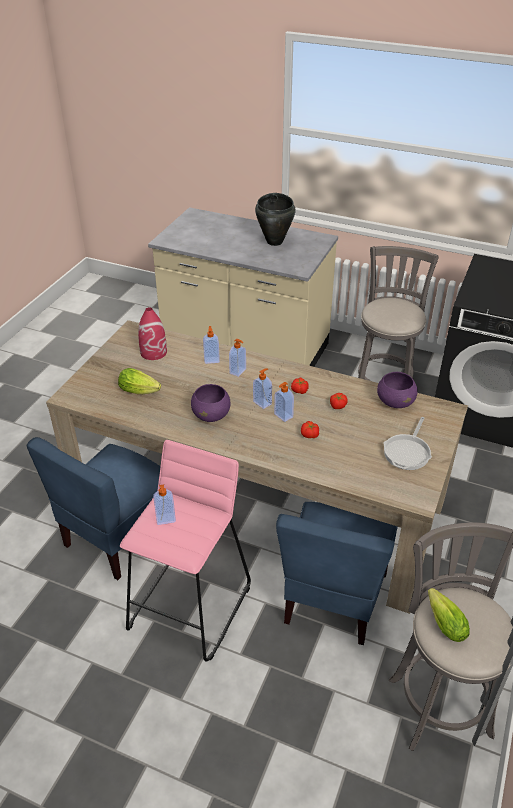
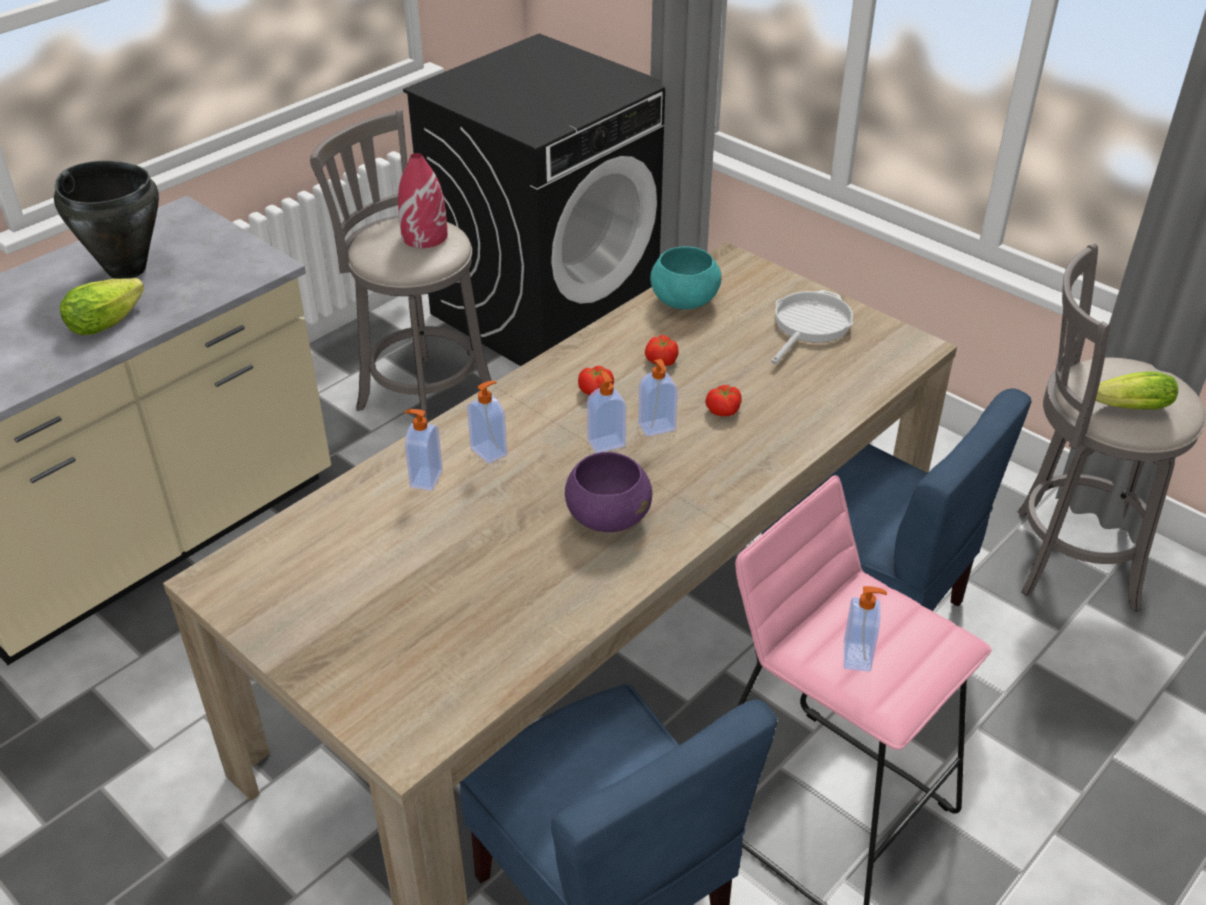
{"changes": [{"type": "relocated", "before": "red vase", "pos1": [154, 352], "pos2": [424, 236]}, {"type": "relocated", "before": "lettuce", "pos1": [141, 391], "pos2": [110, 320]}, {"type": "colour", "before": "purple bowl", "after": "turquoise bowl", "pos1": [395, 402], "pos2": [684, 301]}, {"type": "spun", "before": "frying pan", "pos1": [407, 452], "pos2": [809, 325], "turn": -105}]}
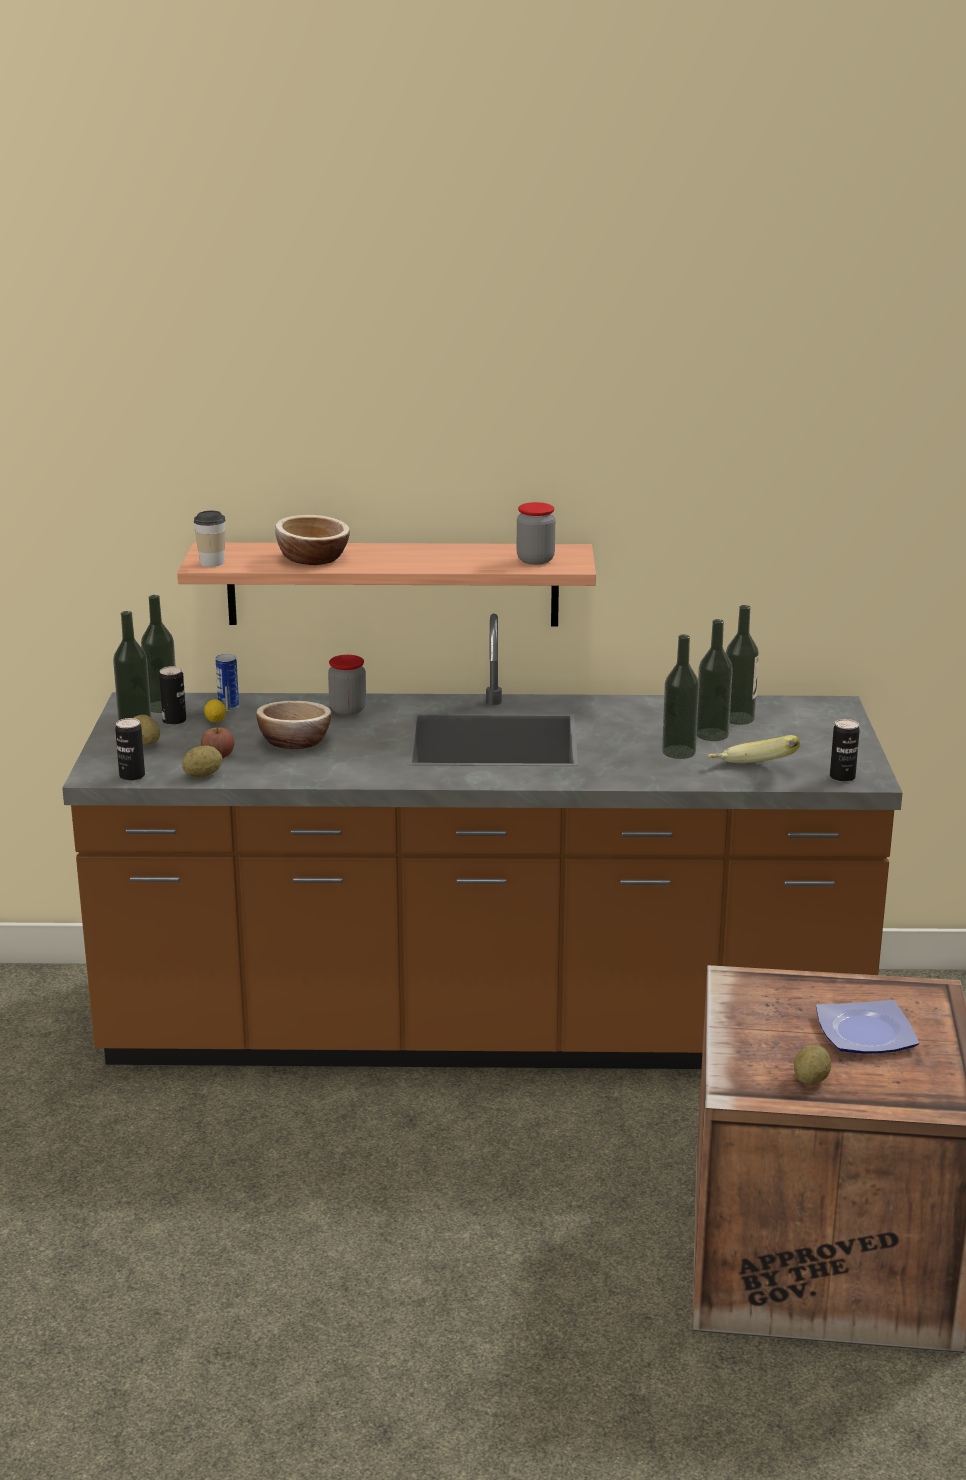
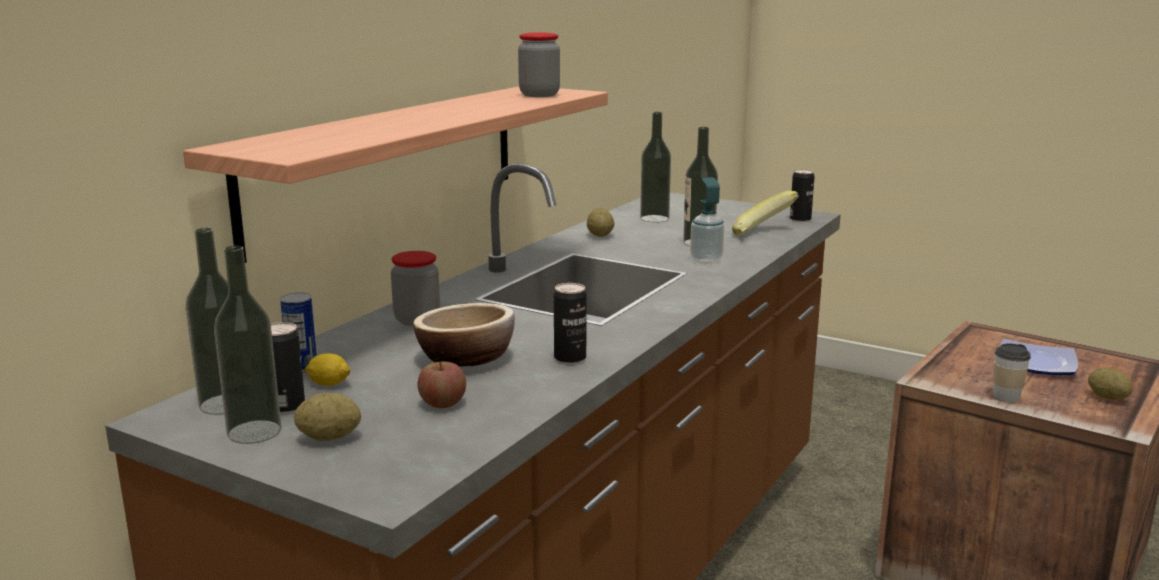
{"changes": [{"type": "relocated", "before": "cup", "pos1": [212, 563], "pos2": [1006, 397]}, {"type": "missing", "before": "bowl", "pos1": [313, 559]}, {"type": "missing", "before": "bottle", "pos1": [712, 734]}, {"type": "relocated", "before": "can", "pos1": [132, 776], "pos2": [570, 358]}, {"type": "relocated", "before": "potato", "pos1": [203, 775], "pos2": [600, 235]}, {"type": "appeared", "after": "soap dispenser", "pos2": [706, 260]}]}
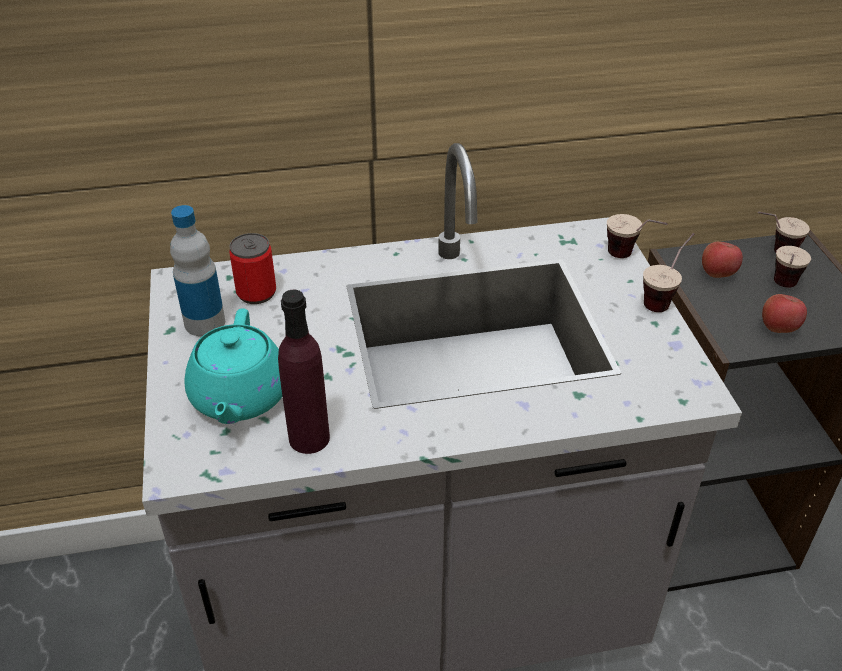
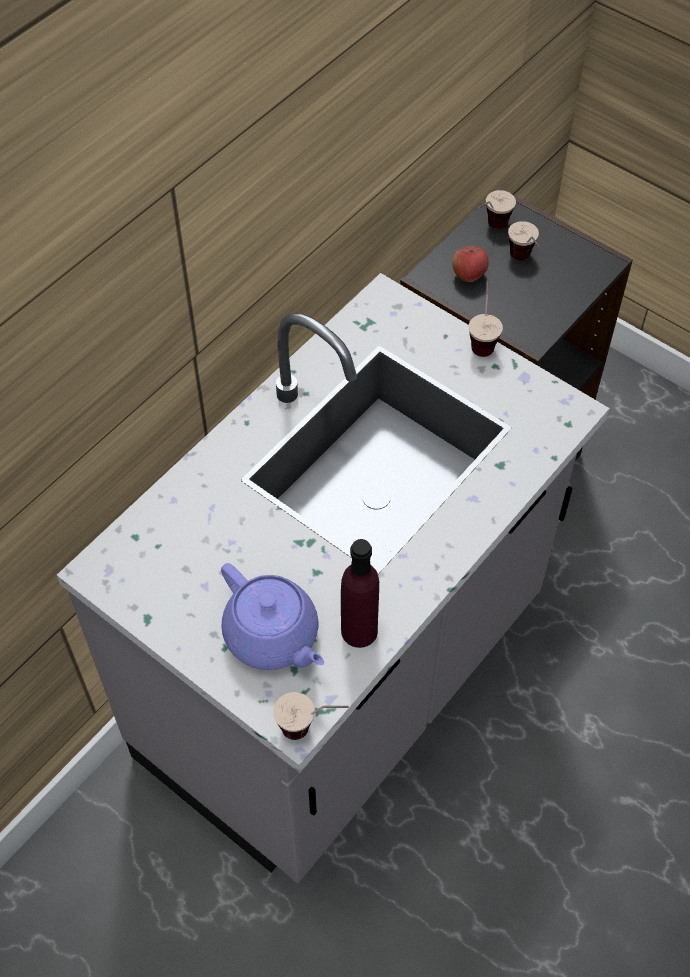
{"changes": [{"type": "missing", "before": "bottle", "pos1": [205, 323]}, {"type": "relocated", "before": "cup", "pos1": [631, 258], "pos2": [311, 729]}, {"type": "missing", "before": "can", "pos1": [256, 293]}, {"type": "missing", "before": "apple", "pos1": [778, 328]}, {"type": "colour", "before": "turquoise teapot", "after": "purple teapot", "pos1": [239, 398], "pos2": [273, 636]}]}
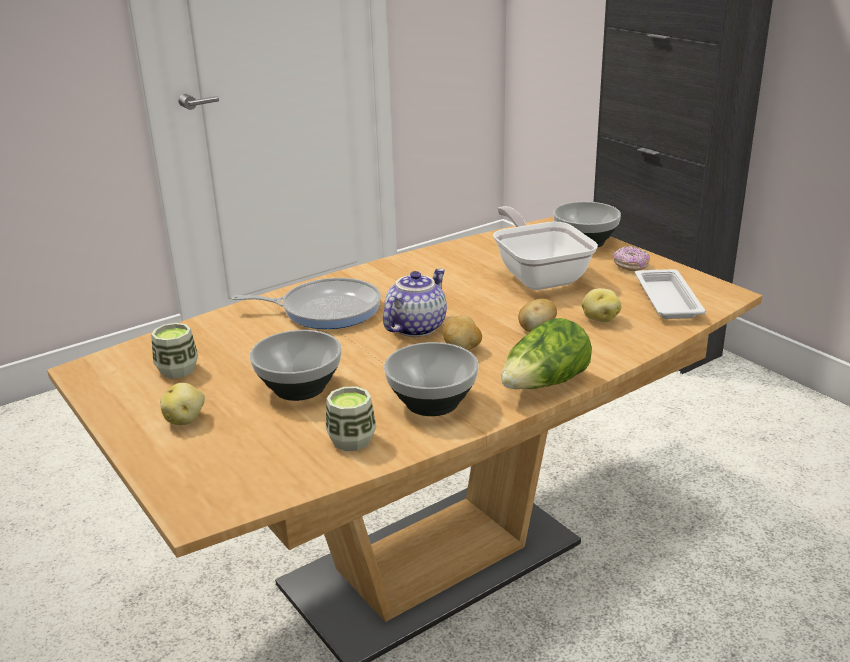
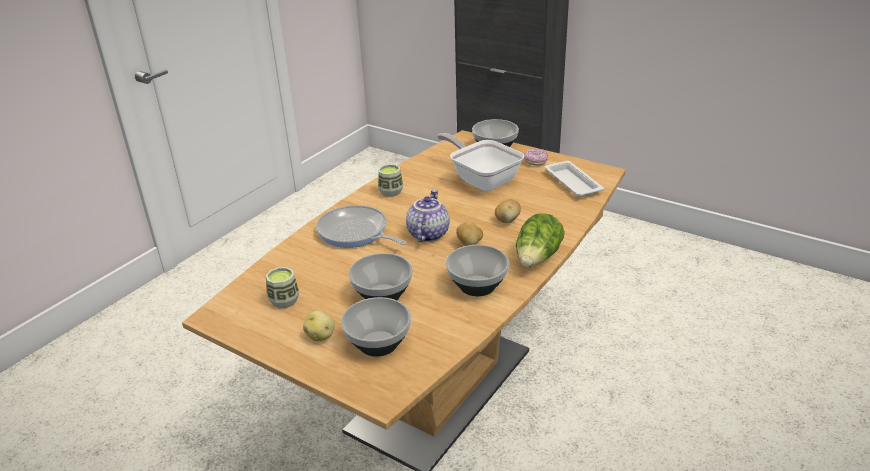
{"changes": [{"type": "spun", "before": "frying pan", "pos1": [325, 310], "pos2": [355, 233], "turn": -120}, {"type": "missing", "before": "potato", "pos1": [600, 319]}, {"type": "relocated", "before": "cup", "pos1": [352, 440], "pos2": [391, 192]}, {"type": "appeared", "after": "bowl", "pos2": [378, 343]}]}
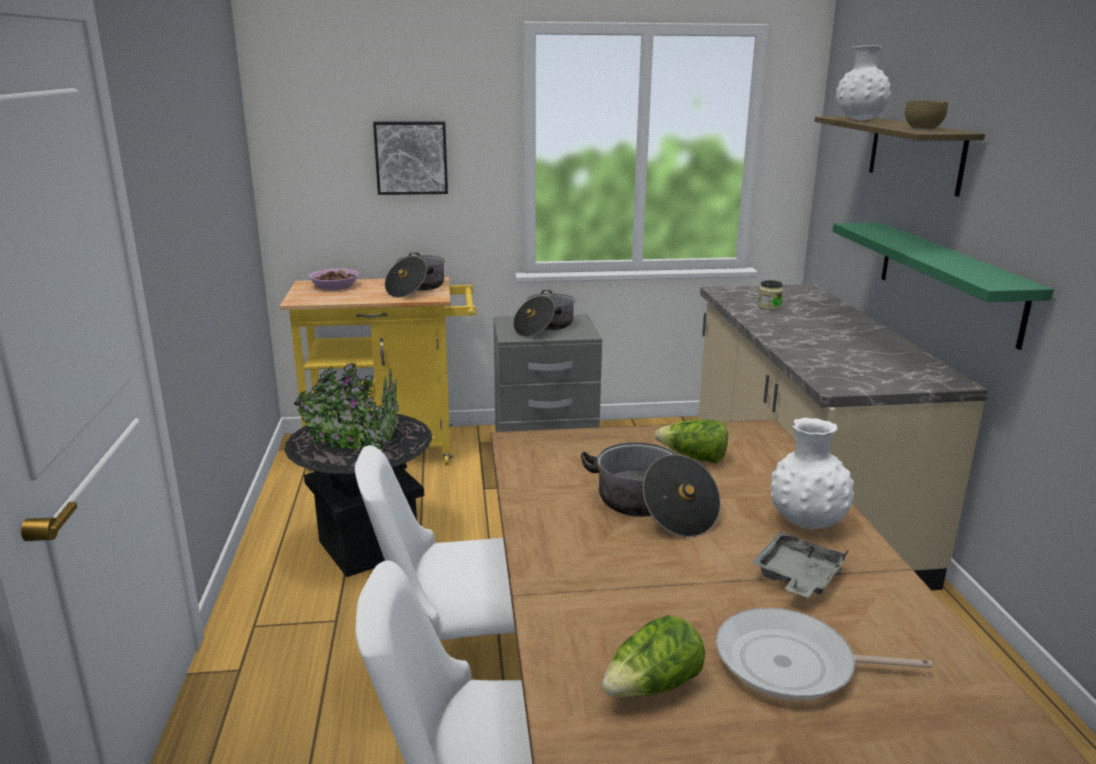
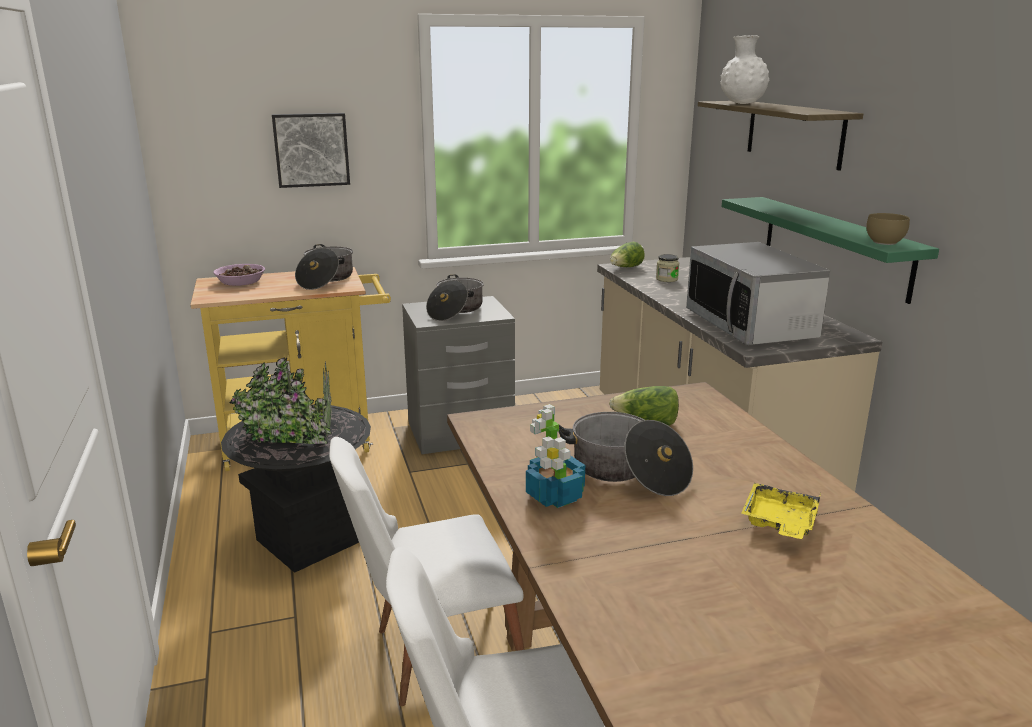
{"changes": [{"type": "relocated", "before": "brown bowl", "pos1": [922, 129], "pos2": [883, 242]}, {"type": "missing", "before": "white vase", "pos1": [806, 524]}, {"type": "colour", "before": "grey tray", "after": "yellow tray", "pos1": [797, 577], "pos2": [779, 522]}, {"type": "missing", "before": "frying pan", "pos1": [792, 665]}, {"type": "relocated", "before": "lettuce", "pos1": [652, 687], "pos2": [625, 268]}, {"type": "appeared", "after": "microwave", "pos2": [750, 326]}, {"type": "appeared", "after": "potted plant", "pos2": [555, 496]}]}
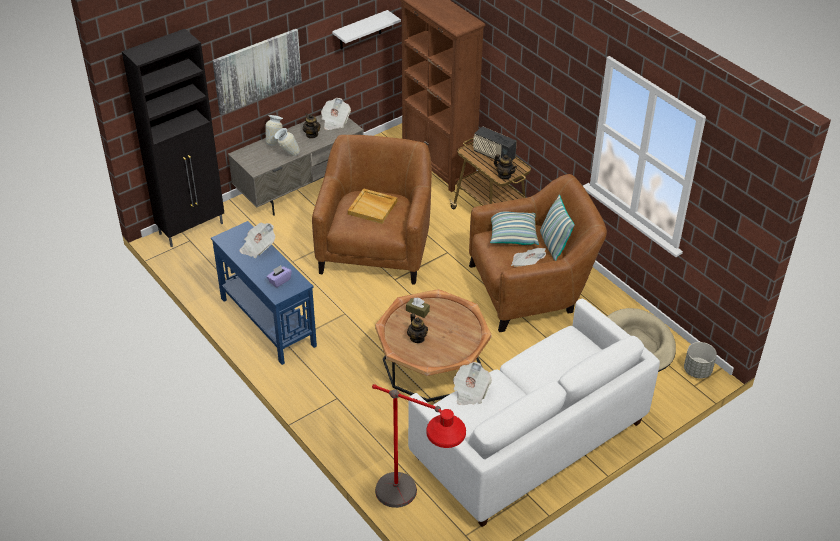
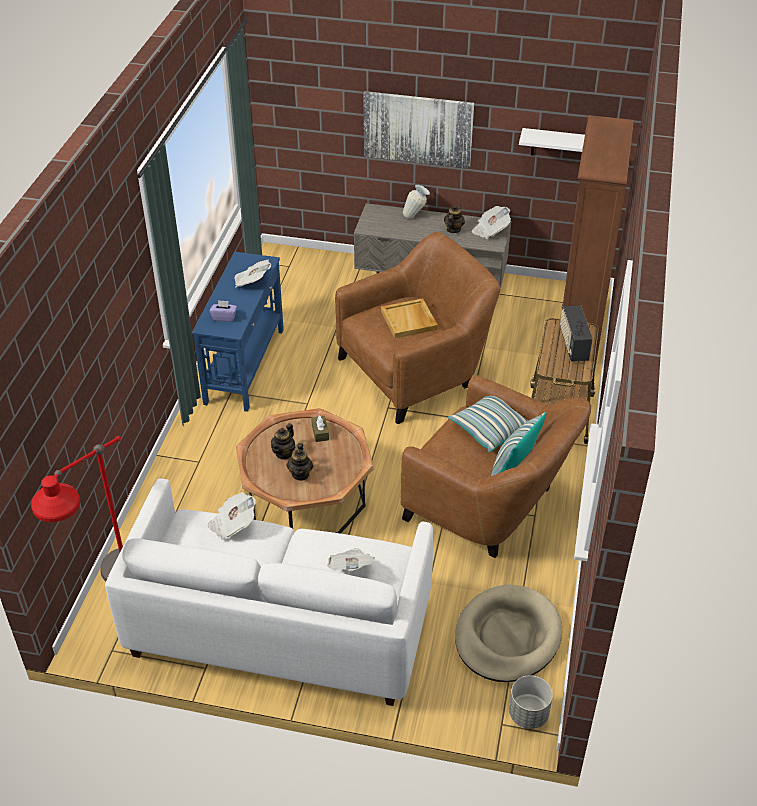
{"changes": [{"type": "missing", "before": "black cabinet", "pos1": [192, 228]}, {"type": "missing", "before": "vase", "pos1": [287, 154]}, {"type": "relocated", "before": "teapot", "pos1": [504, 175], "pos2": [300, 474]}, {"type": "relocated", "before": "newspaper", "pos1": [527, 264], "pos2": [351, 568]}]}
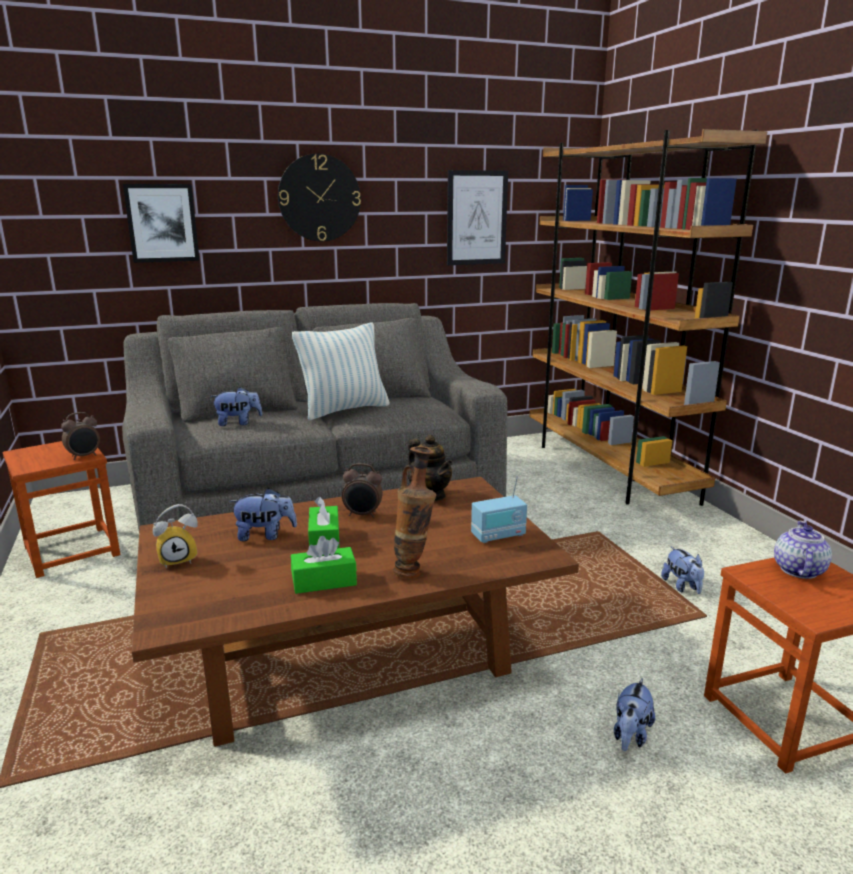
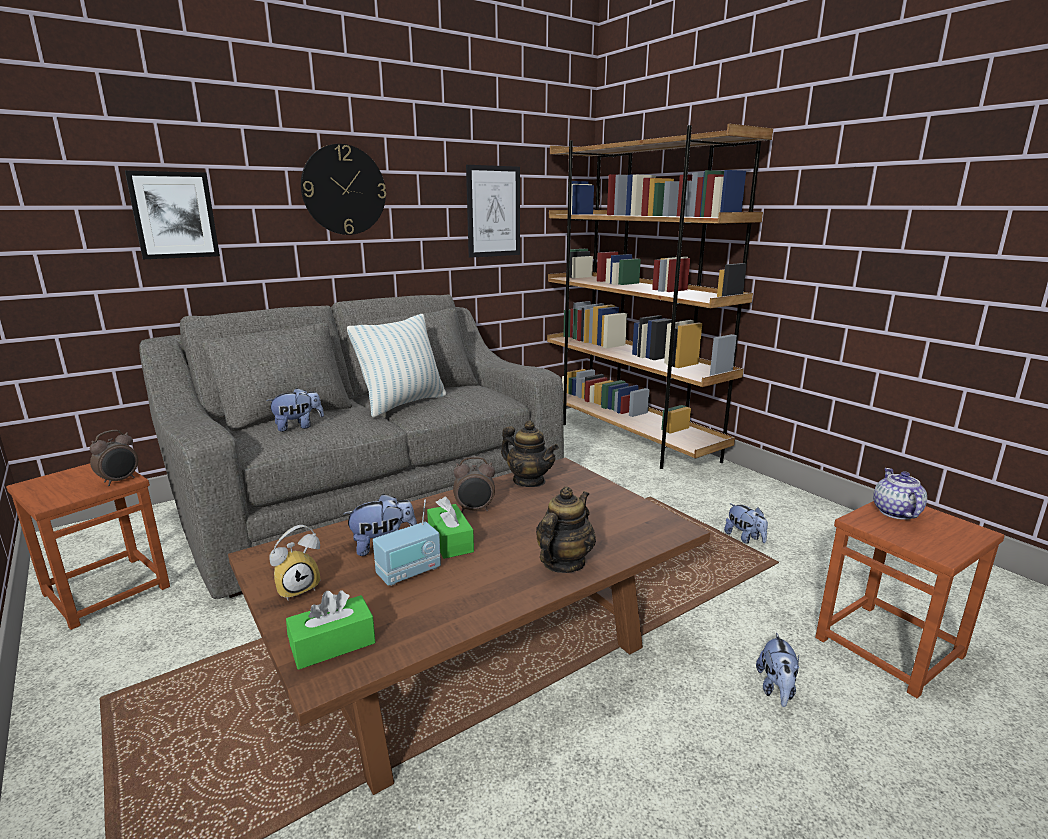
{"changes": [{"type": "exchanged", "before": "vase", "after": "teapot", "pos1": [414, 571], "pos2": [563, 563]}, {"type": "relocated", "before": "radio", "pos1": [498, 536], "pos2": [409, 572]}, {"type": "relocated", "before": "green tissue box", "pos1": [324, 581], "pos2": [333, 644]}]}
